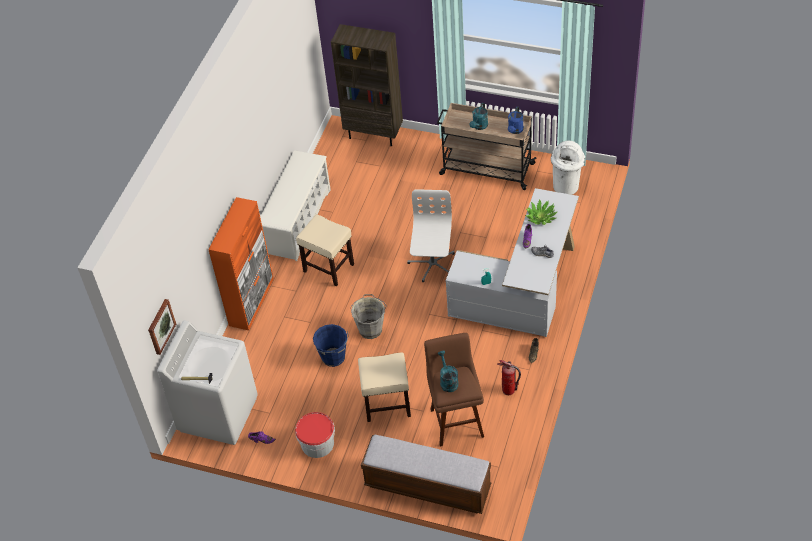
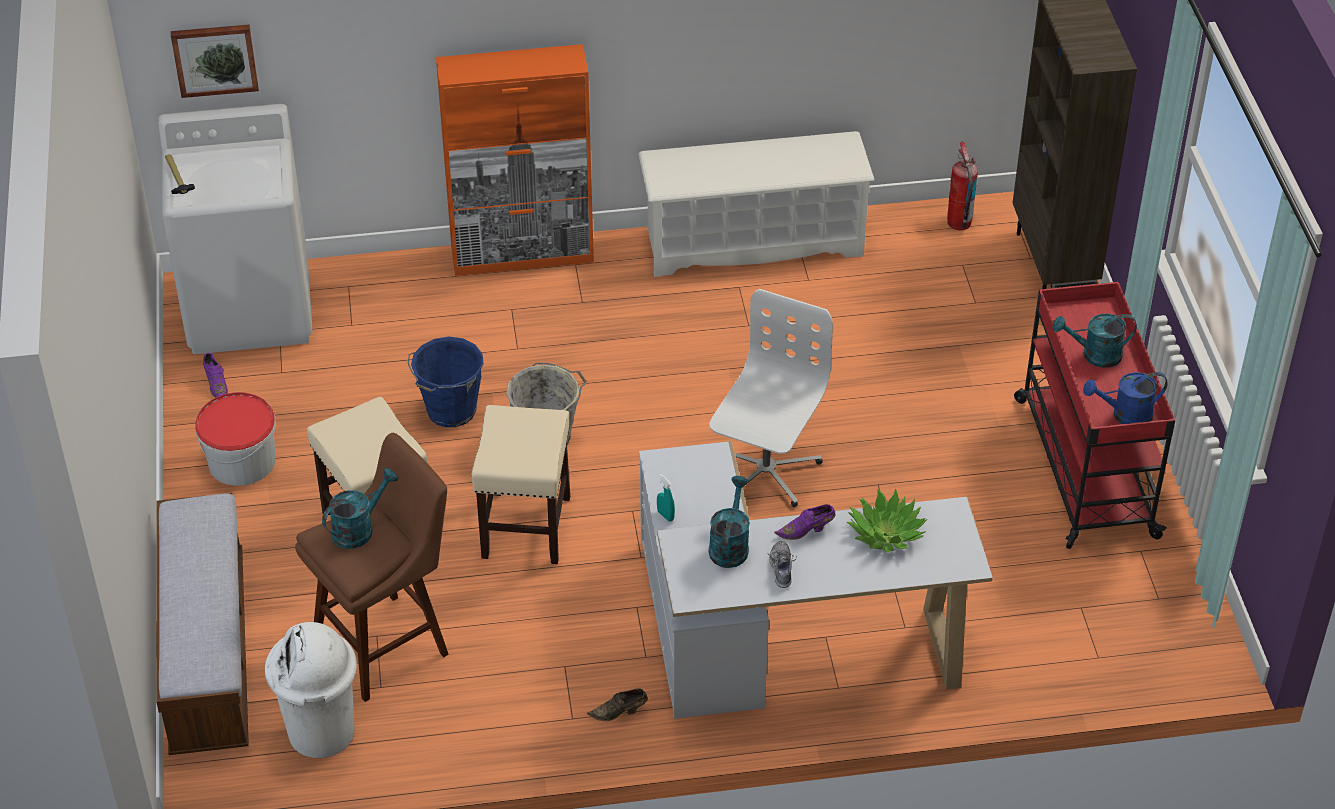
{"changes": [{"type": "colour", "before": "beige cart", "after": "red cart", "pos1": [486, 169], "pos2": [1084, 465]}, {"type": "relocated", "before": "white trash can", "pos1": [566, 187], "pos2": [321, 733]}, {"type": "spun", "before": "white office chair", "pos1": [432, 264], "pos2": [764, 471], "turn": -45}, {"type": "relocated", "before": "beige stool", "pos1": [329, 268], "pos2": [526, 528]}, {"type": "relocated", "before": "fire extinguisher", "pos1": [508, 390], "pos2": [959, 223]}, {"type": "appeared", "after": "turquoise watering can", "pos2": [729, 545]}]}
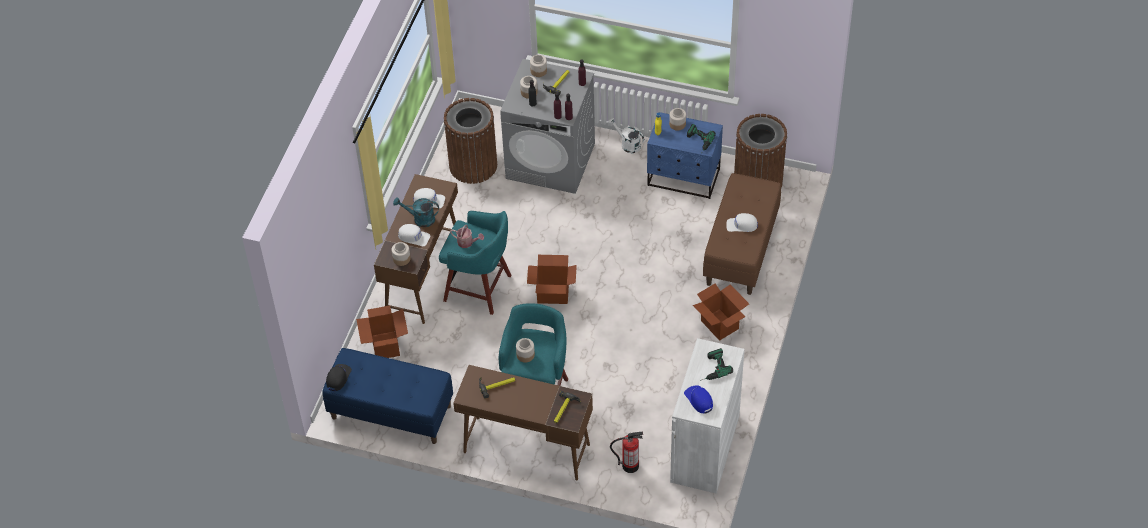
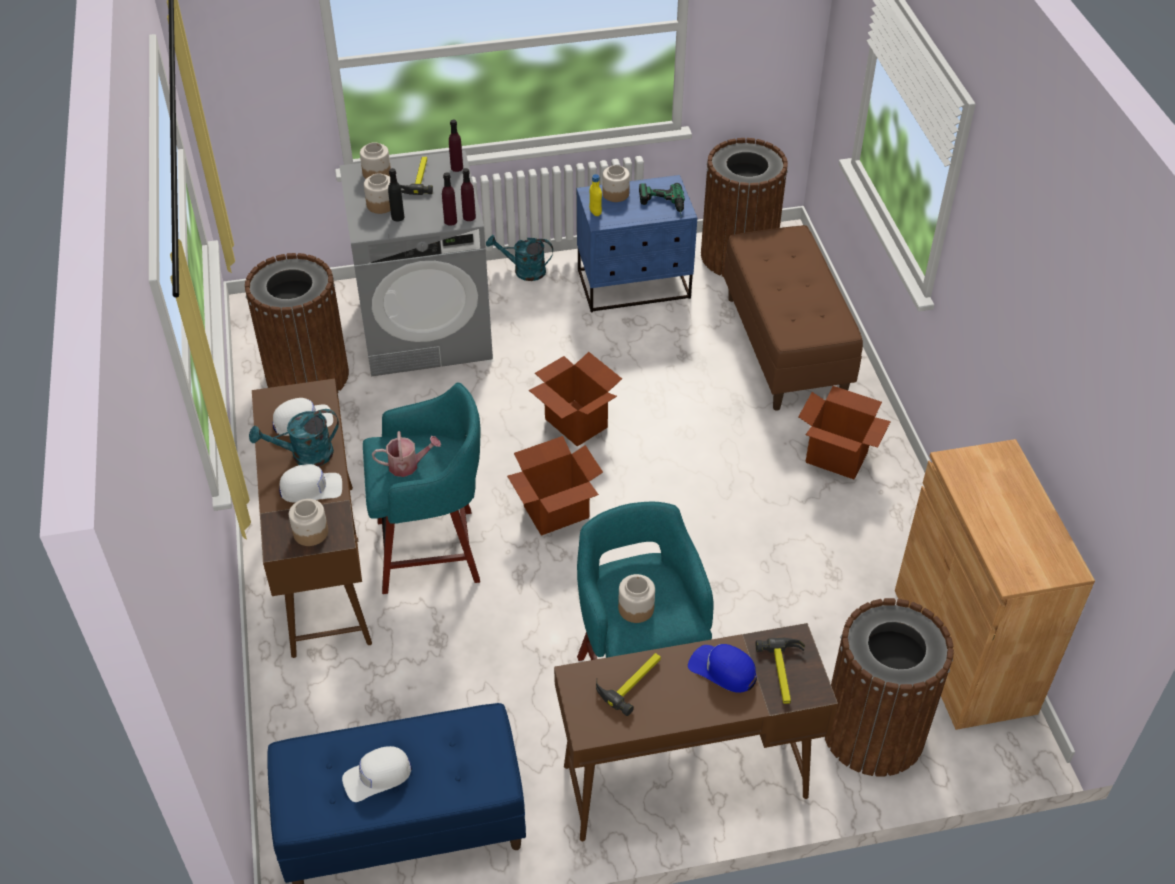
{"changes": [{"type": "colour", "before": "white watering can", "after": "turquoise watering can", "pos1": [627, 144], "pos2": [523, 271]}, {"type": "relocated", "before": "white cap", "pos1": [741, 225], "pos2": [377, 776]}, {"type": "relocated", "before": "cardboard box", "pos1": [385, 345], "pos2": [575, 423]}, {"type": "colour", "before": "white cabinet", "after": "brown cabinet", "pos1": [705, 449], "pos2": [963, 650]}, {"type": "missing", "before": "power drill", "pos1": [711, 368]}, {"type": "missing", "before": "black cap", "pos1": [338, 378]}, {"type": "relocated", "before": "blue cap", "pos1": [699, 400], "pos2": [722, 670]}, {"type": "exchanged", "before": "fire extinguisher", "after": "brown trash can", "pos1": [630, 465], "pos2": [873, 731]}]}
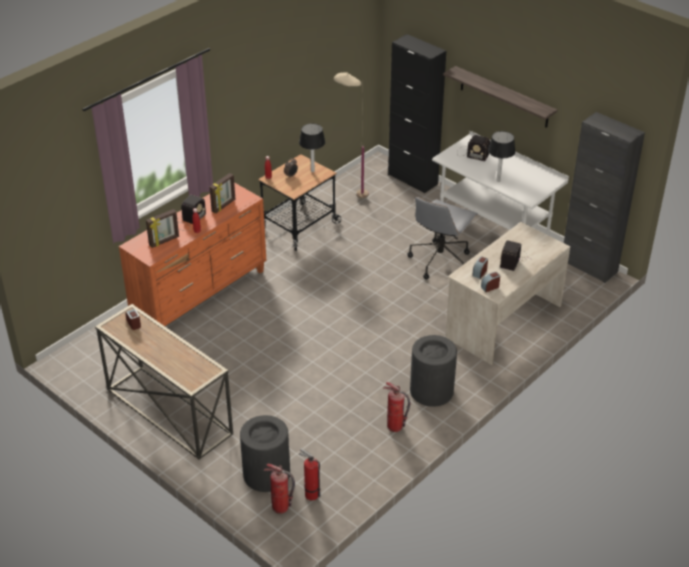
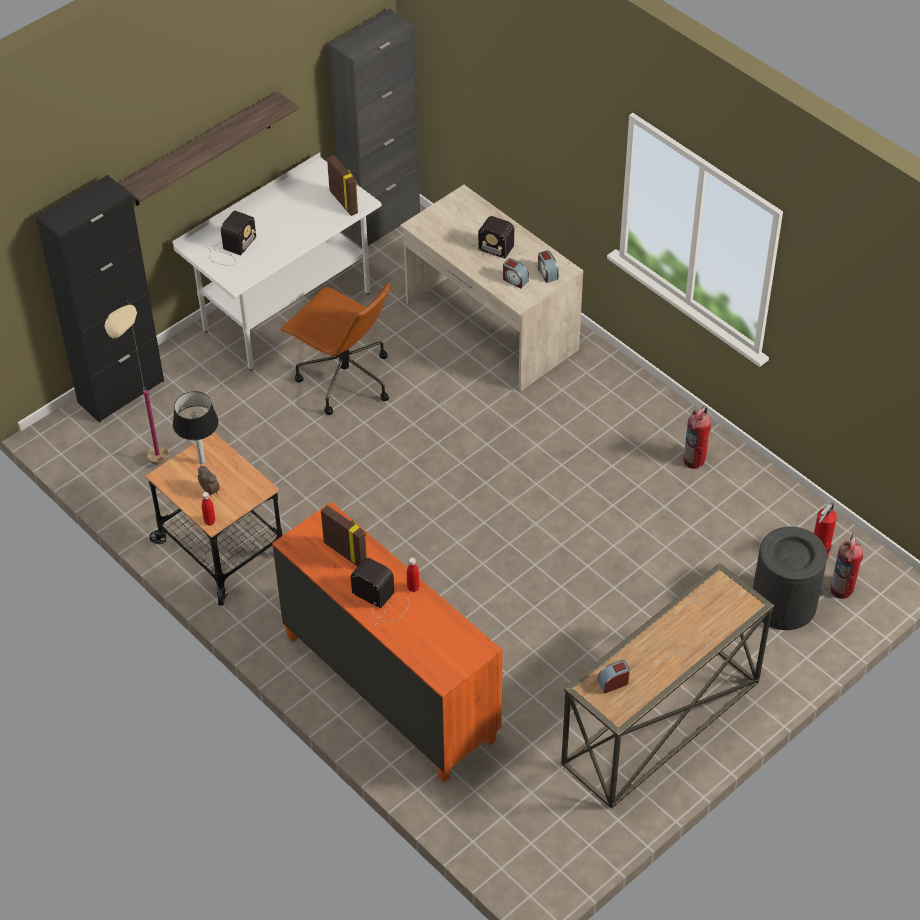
{"changes": [{"type": "missing", "before": "table lamp", "pos1": [498, 180]}, {"type": "colour", "before": "grey office chair", "after": "brown office chair", "pos1": [440, 260], "pos2": [344, 379]}, {"type": "relocated", "before": "picture frame", "pos1": [164, 241], "pos2": [344, 202]}, {"type": "missing", "before": "black trash can", "pos1": [431, 391]}]}
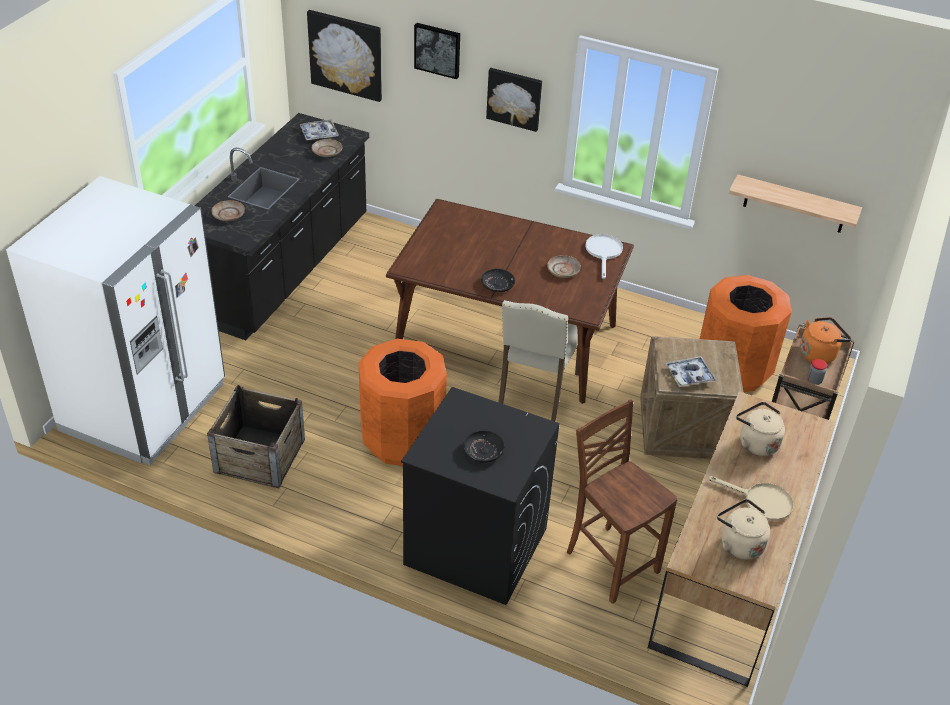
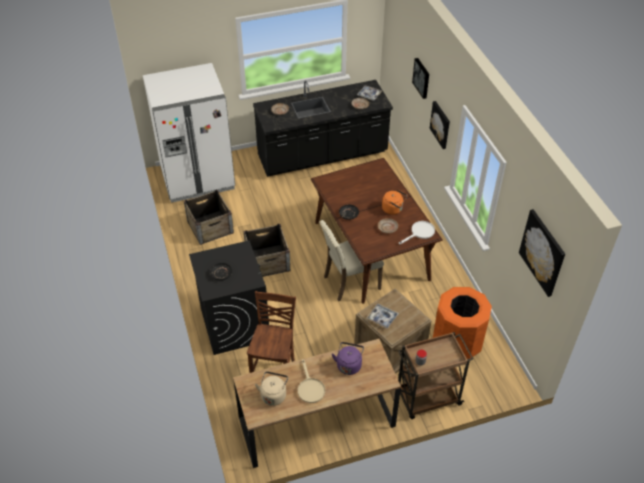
{"changes": [{"type": "relocated", "before": "picture", "pos1": [346, 55], "pos2": [542, 252]}, {"type": "missing", "before": "shelf", "pos1": [795, 204]}, {"type": "relocated", "before": "orange kettle", "pos1": [819, 354], "pos2": [393, 209]}, {"type": "exchanged", "before": "orange trash can", "after": "crate", "pos1": [403, 440], "pos2": [267, 261]}, {"type": "colour", "before": "beige kettle", "after": "purple kettle", "pos1": [756, 443], "pos2": [349, 364]}]}
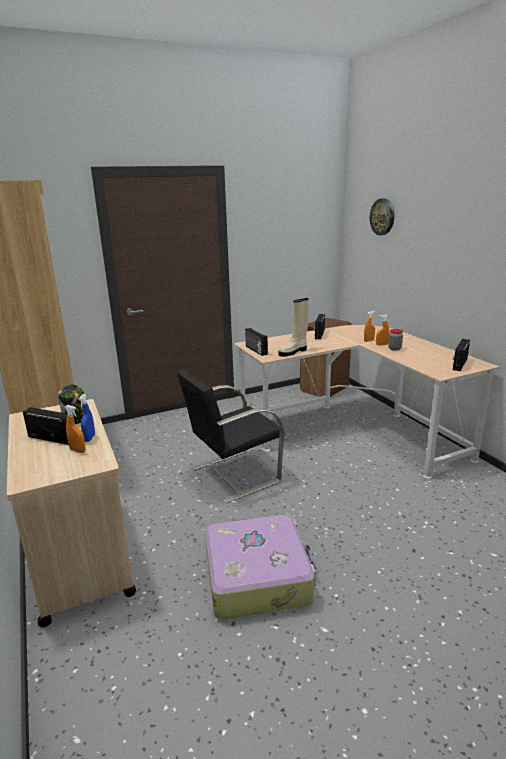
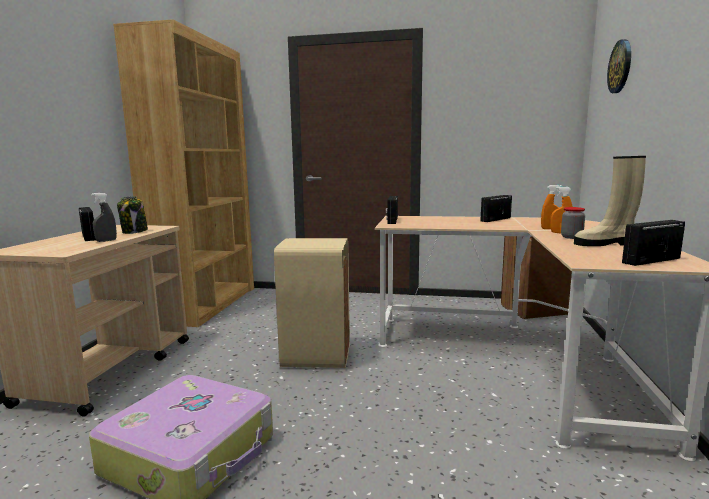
{"changes": [{"type": "relocated", "before": "beige boot", "pos1": [293, 352], "pos2": [605, 244]}, {"type": "exchanged", "before": "black chair", "after": "beige trash can", "pos1": [233, 475], "pos2": [316, 356]}, {"type": "colour", "before": "blue spray bottle", "after": "grey spray bottle", "pos1": [89, 438], "pos2": [106, 241]}, {"type": "missing", "before": "orange spray bottle", "pos1": [78, 450]}]}
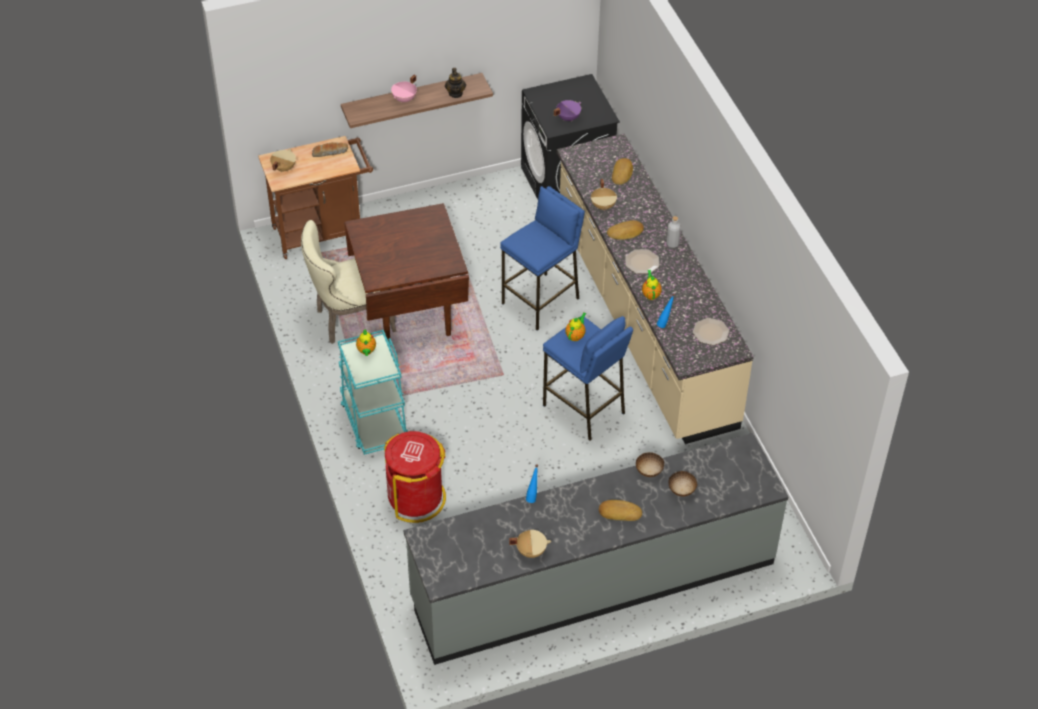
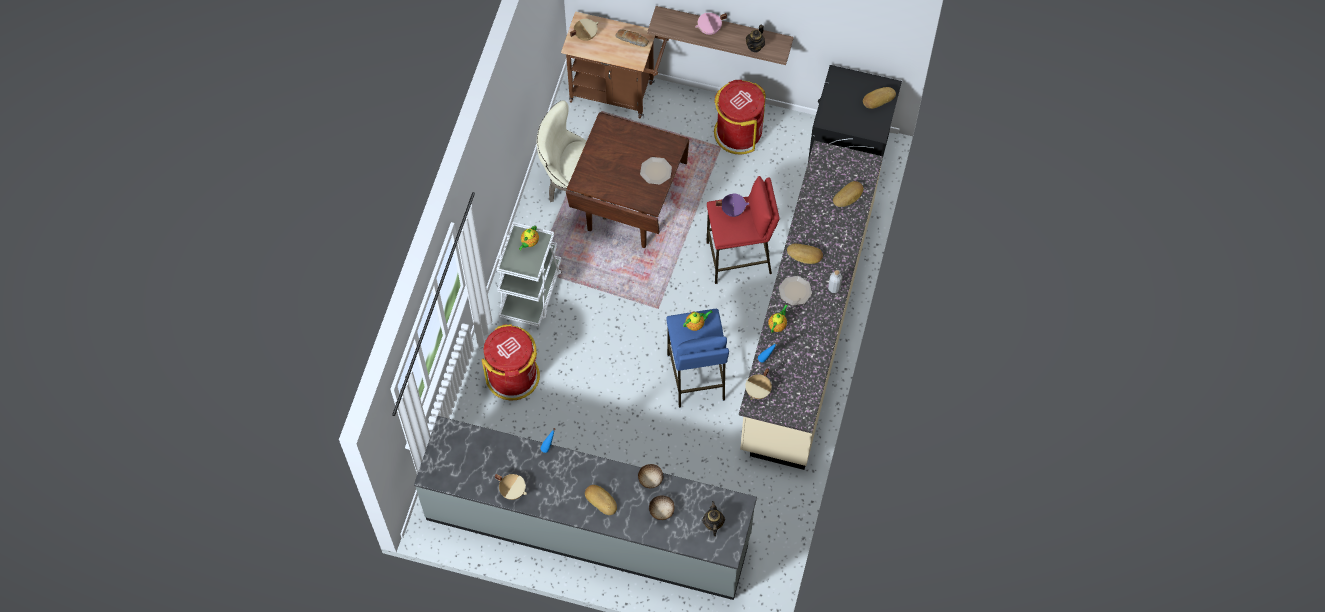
{"changes": [{"type": "relocated", "before": "purple cooking pot", "pos1": [567, 118], "pos2": [733, 210]}, {"type": "relocated", "before": "beige cooking pot", "pos1": [603, 206], "pos2": [758, 391]}, {"type": "colour", "before": "blue stool", "after": "red stool", "pos1": [541, 301], "pos2": [739, 258]}, {"type": "relocated", "before": "plate", "pos1": [710, 332], "pos2": [655, 171]}, {"type": "colour", "before": "turquoise cart", "after": "white cart", "pos1": [374, 422], "pos2": [531, 291]}, {"type": "appeared", "after": "red trash can", "pos2": [738, 132]}, {"type": "appeared", "after": "bread", "pos2": [878, 98]}, {"type": "appeared", "after": "teapot", "pos2": [713, 524]}]}
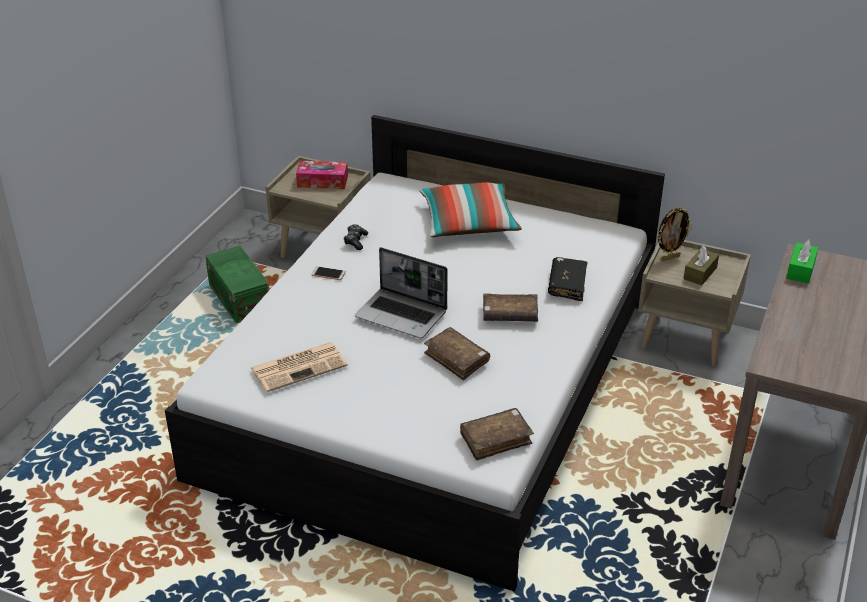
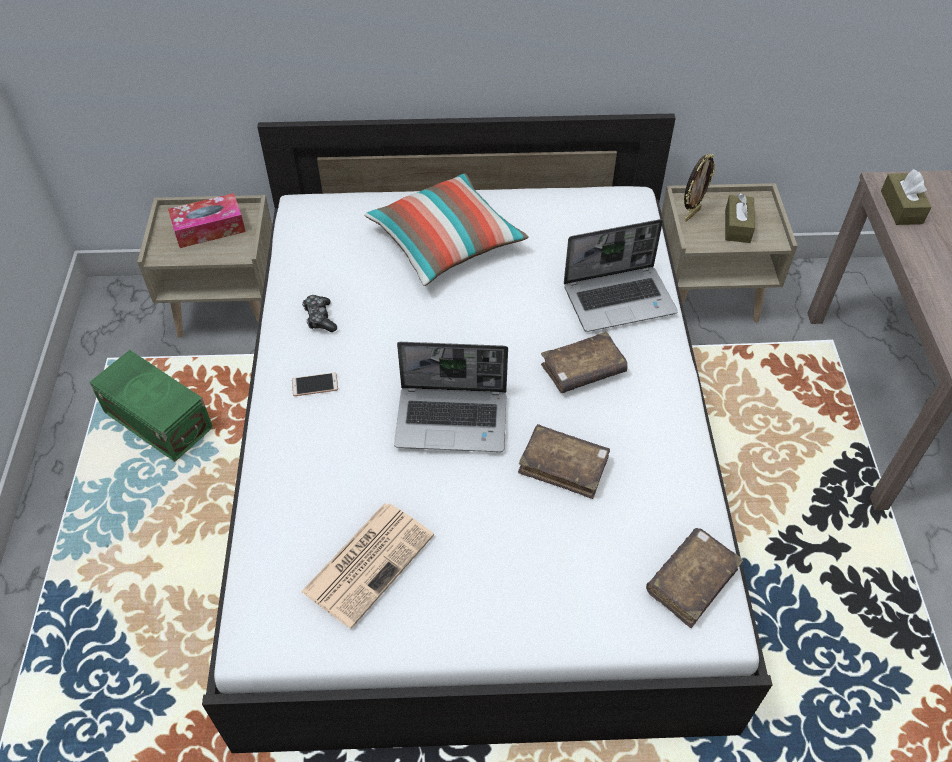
{"changes": [{"type": "colour", "before": "green tissue box", "after": "brown tissue box", "pos1": [800, 270], "pos2": [901, 207]}, {"type": "exchanged", "before": "black book", "after": "laptop", "pos1": [567, 285], "pos2": [620, 299]}]}
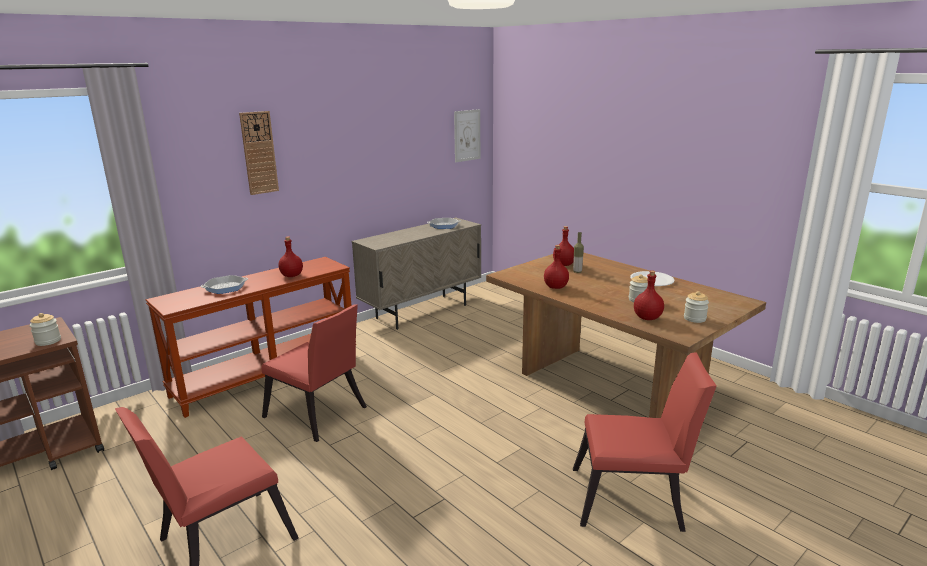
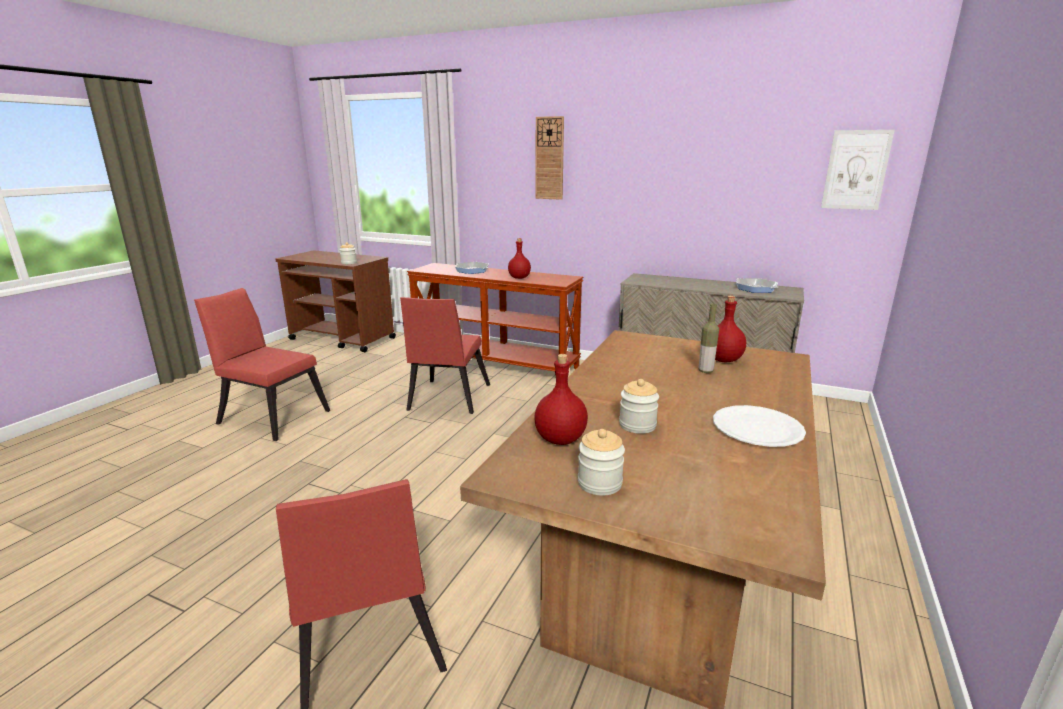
{"changes": [{"type": "missing", "before": "red bottle", "pos1": [556, 287]}]}
